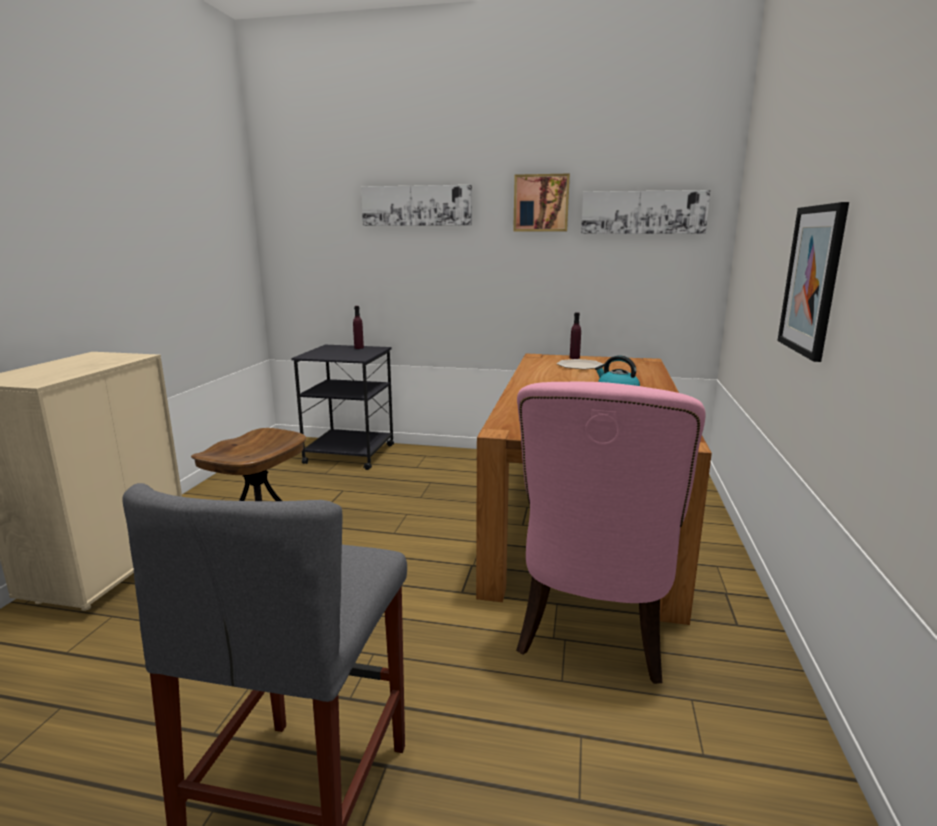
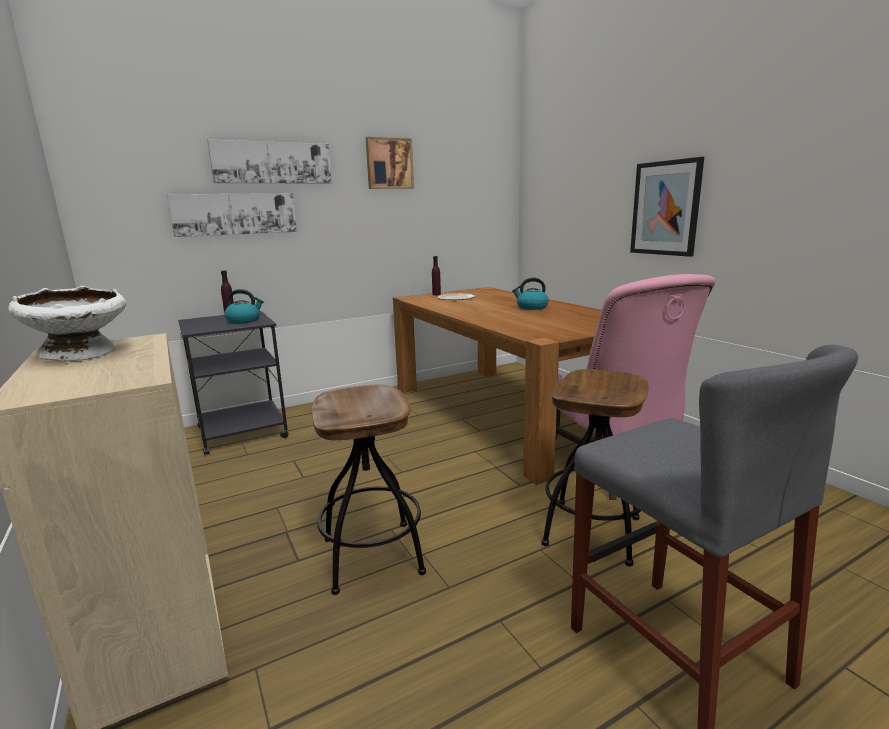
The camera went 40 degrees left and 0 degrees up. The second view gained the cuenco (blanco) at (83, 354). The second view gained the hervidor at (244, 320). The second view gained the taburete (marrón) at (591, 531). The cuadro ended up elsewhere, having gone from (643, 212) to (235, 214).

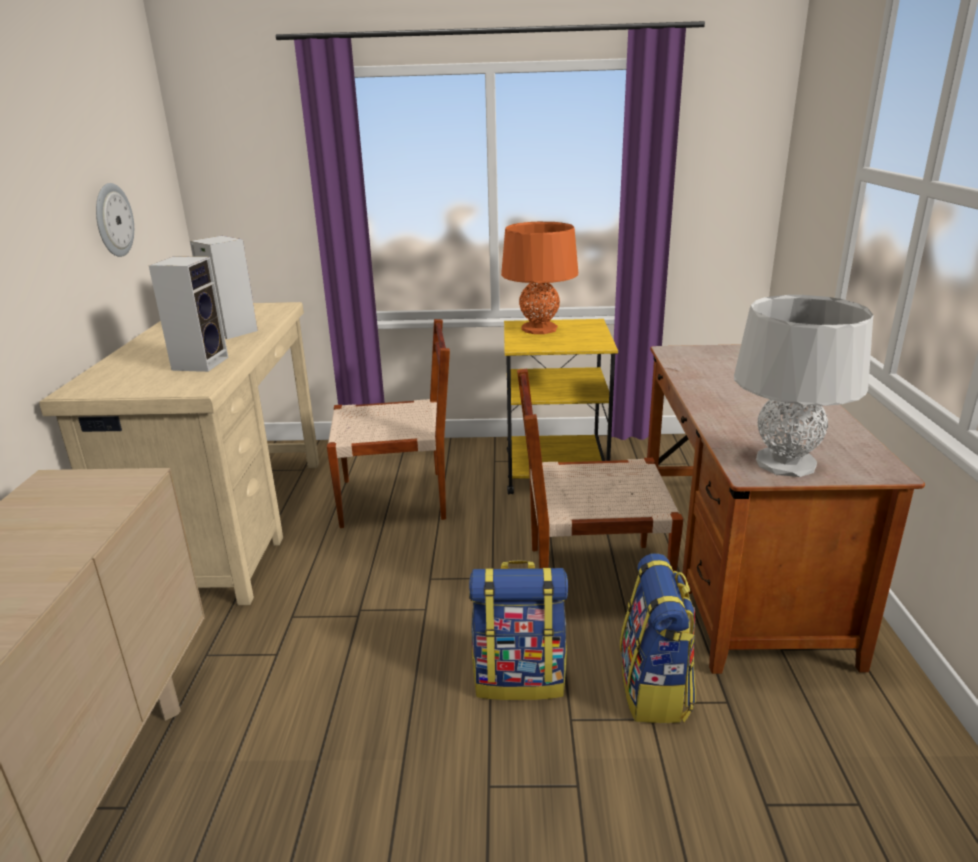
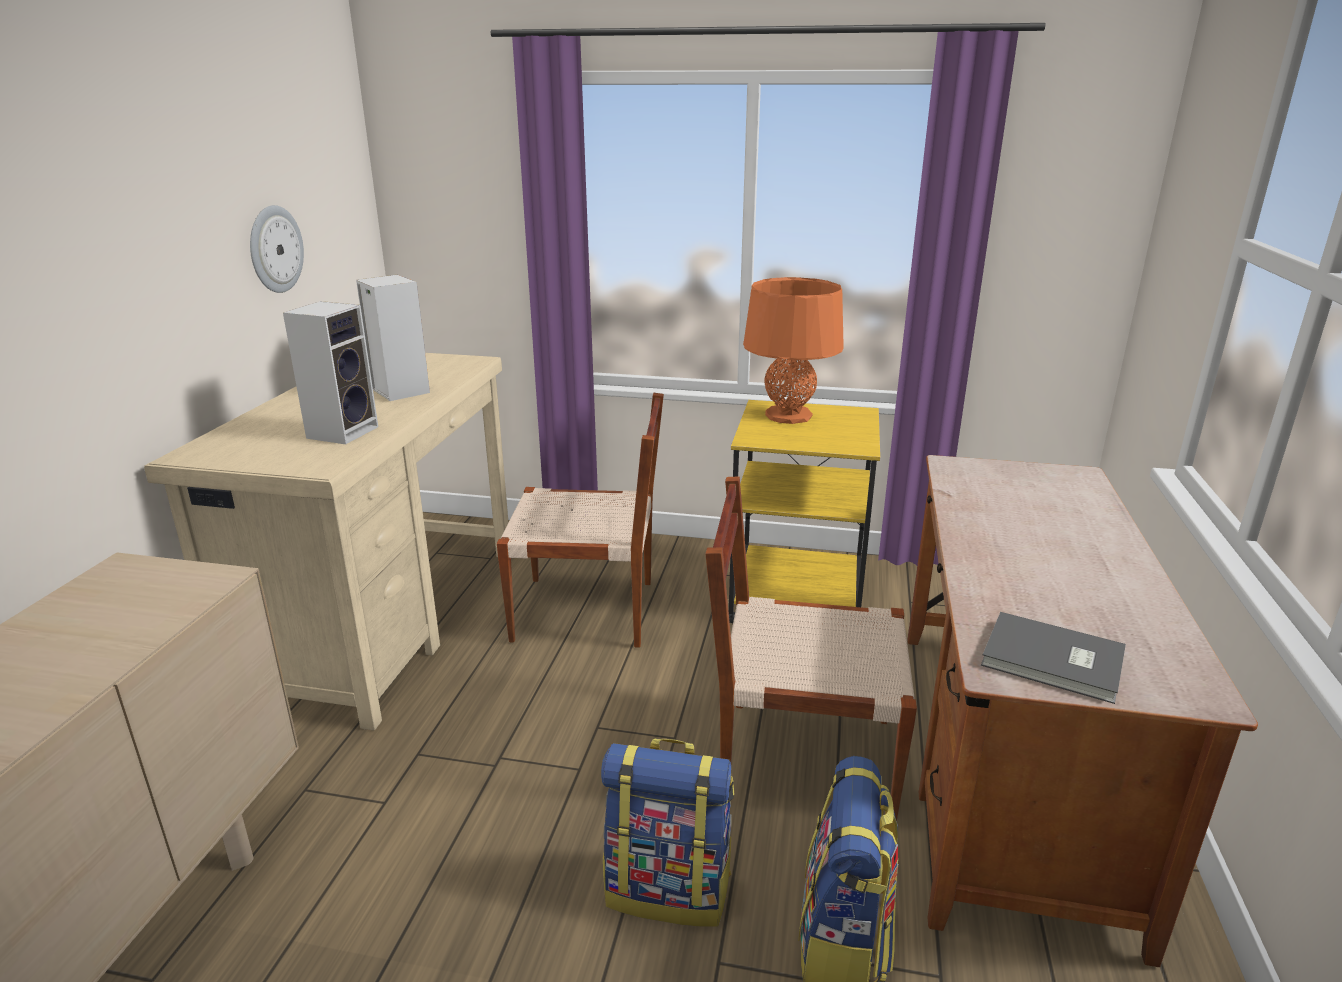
The camera went 10 degrees right and 0 degrees up. Where the lámpara de mesa (gris) stood at (786, 463), the libro (gris) came to stand at (1054, 662).

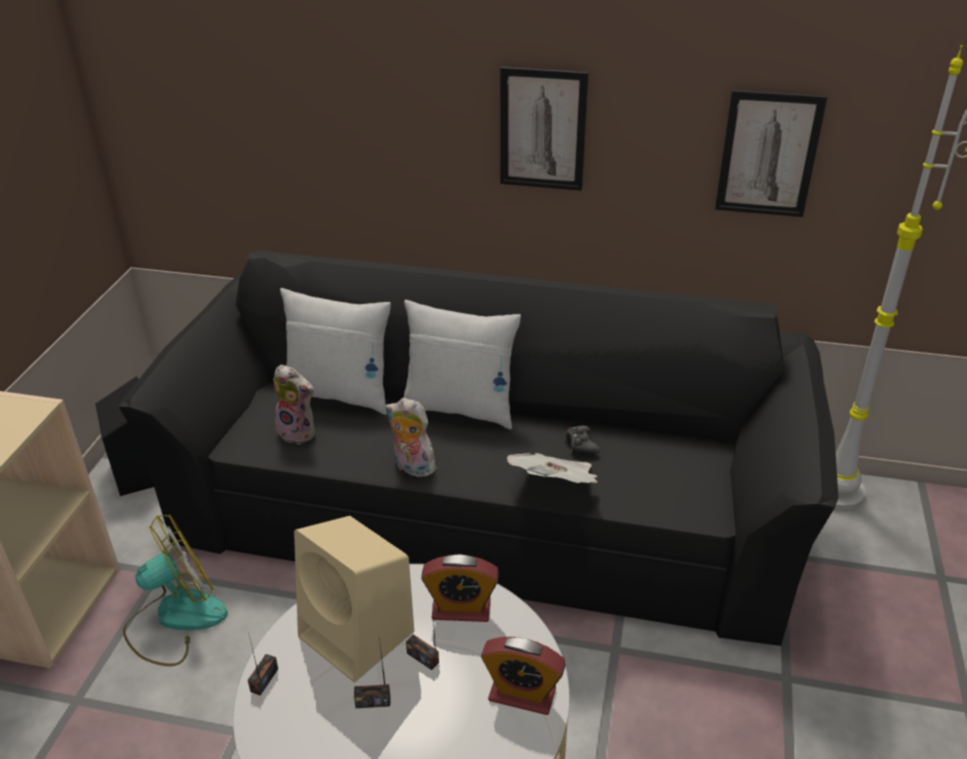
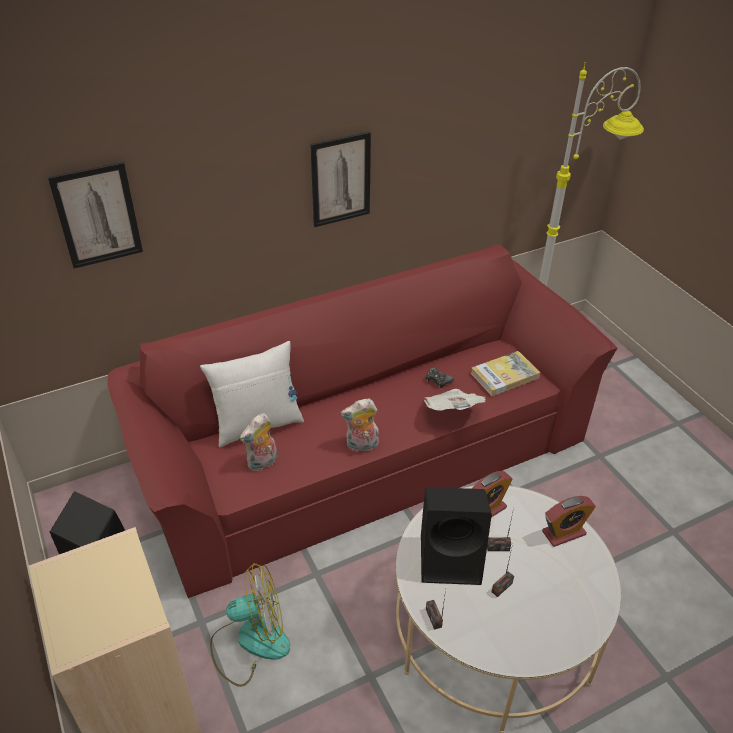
The camera went 40 degrees left and 5 degrees up. The second view lost the cojín (gris) at (459, 410). The second view gained the libro at (504, 376). The cuadro ended up elsewhere, having gone from (768, 154) to (97, 215). What was the sofá (negro) at (486, 505) turned into the sofá (rojo) at (364, 451). What was the altavoz (beis) at (359, 635) turned into the altavoz (negro) at (452, 558). The ventilador at (175, 619) ended up facing another way, 60 degrees clockwise from before. The peluche at (299, 432) ended up facing another way, 150 degrees clockwise from before.

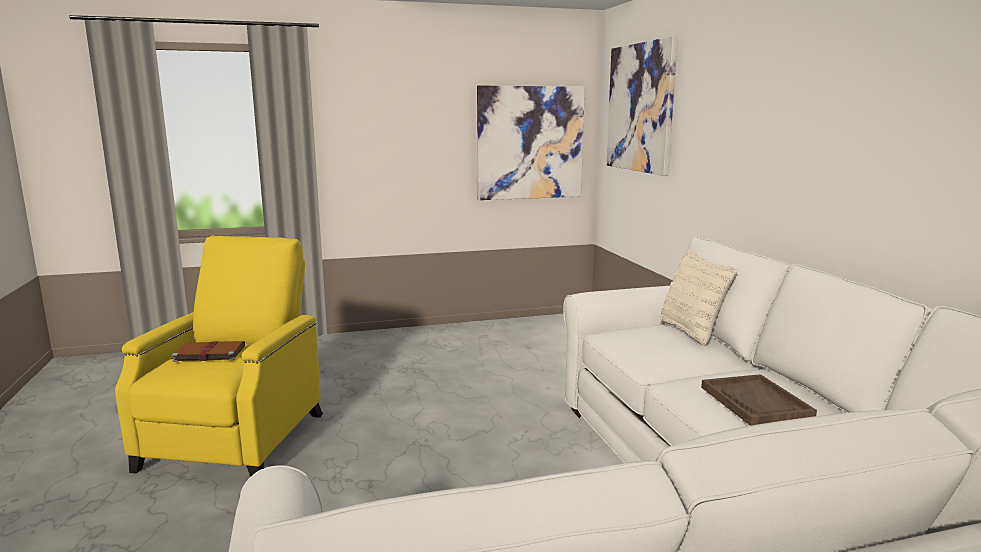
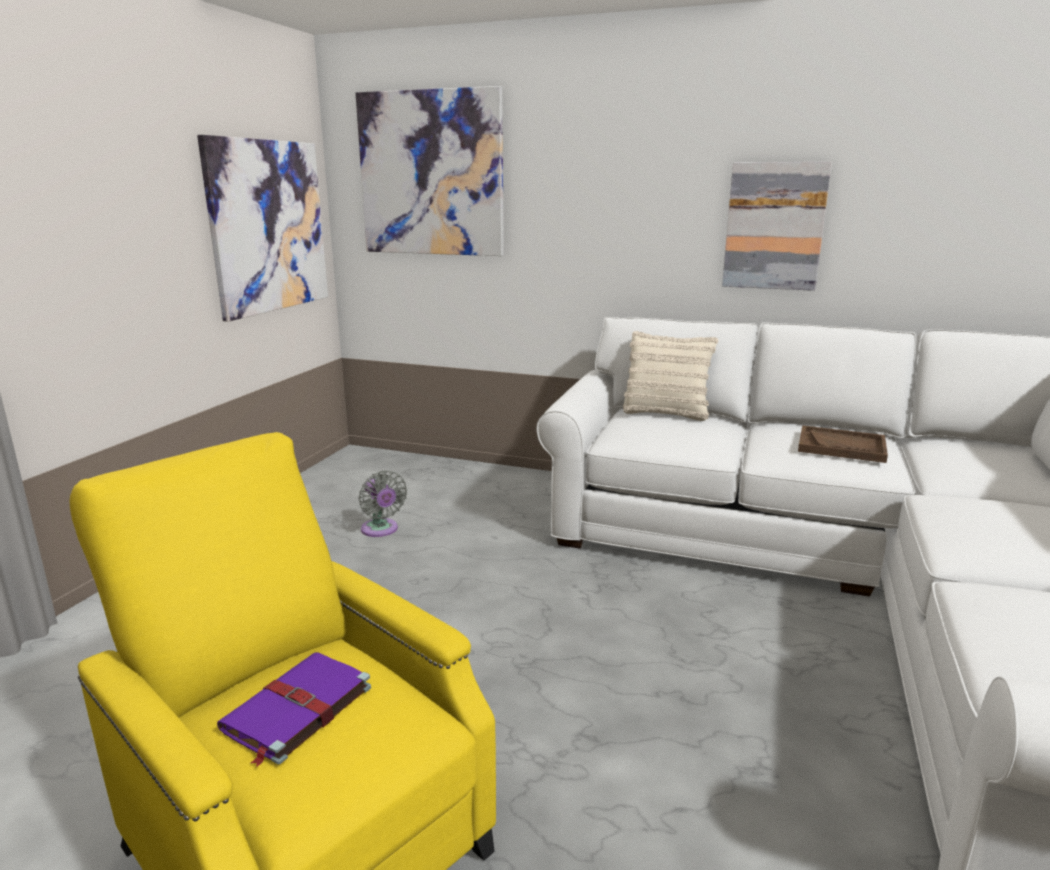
The camera went 55 degrees left and 5 degrees up. The second view gained the ventilador (gris) at (381, 530). The second view gained the cuadro at (774, 226). What was the libro (marrón) at (208, 354) turned into the libro (morado) at (296, 710).

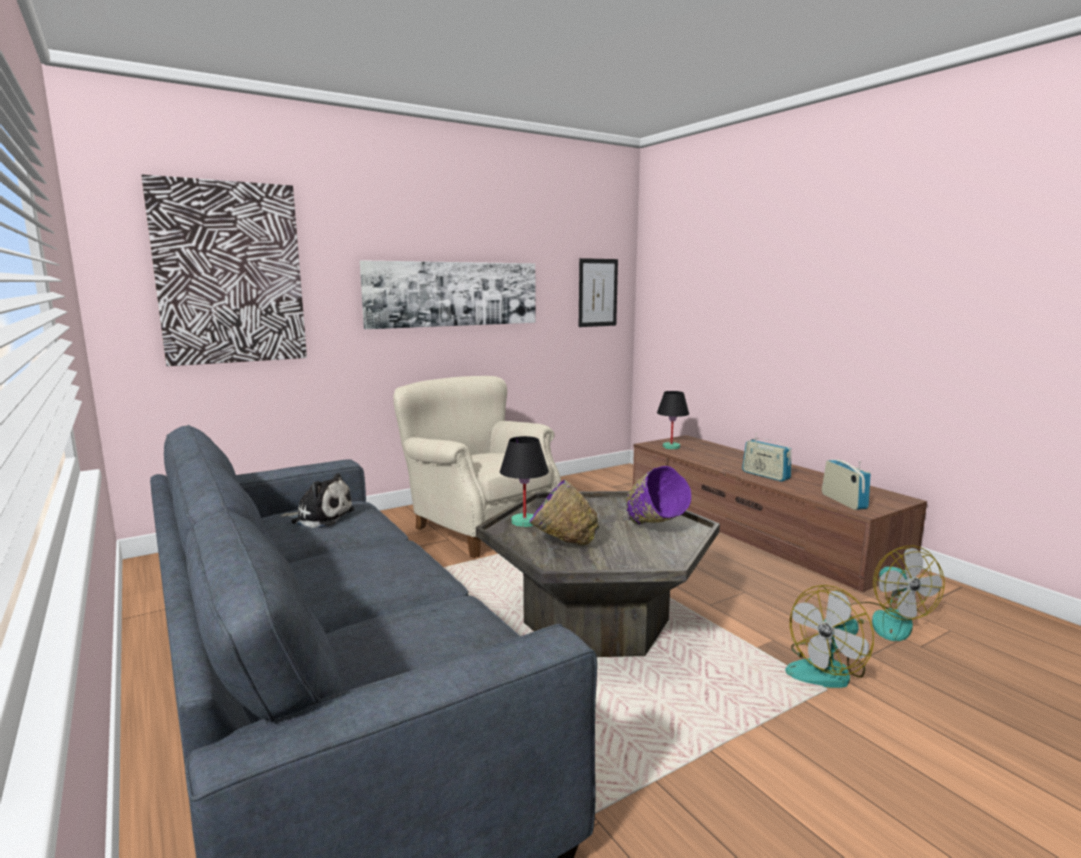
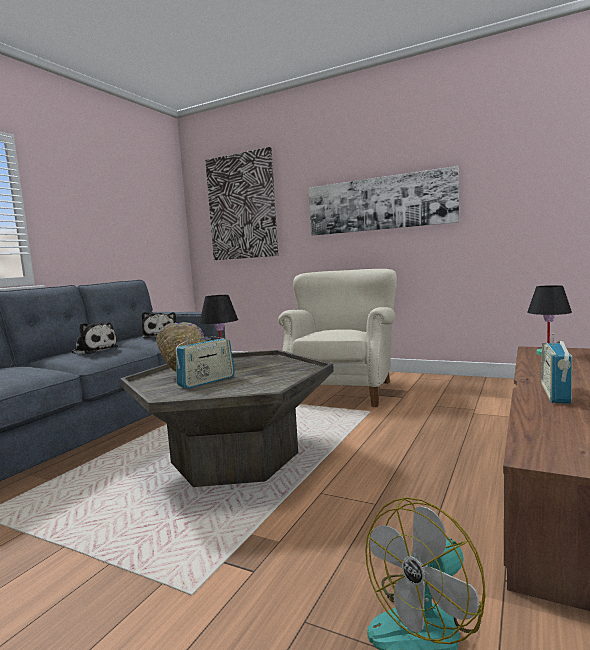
The camera went 60 degrees right and 5 degrees down. The second view lost the cuadro at (597, 292). The second view lost the cuenco (morado) at (656, 528). The second view lost the ventilador at (826, 670). The second view gained the peluche at (94, 351). The radio ended up elsewhere, having gone from (843, 501) to (207, 381).

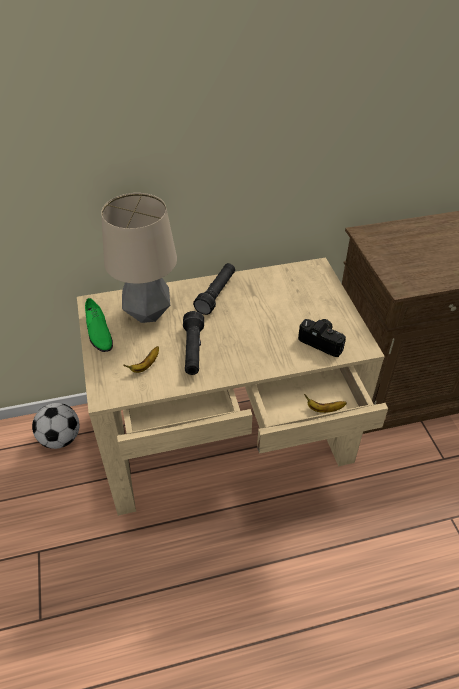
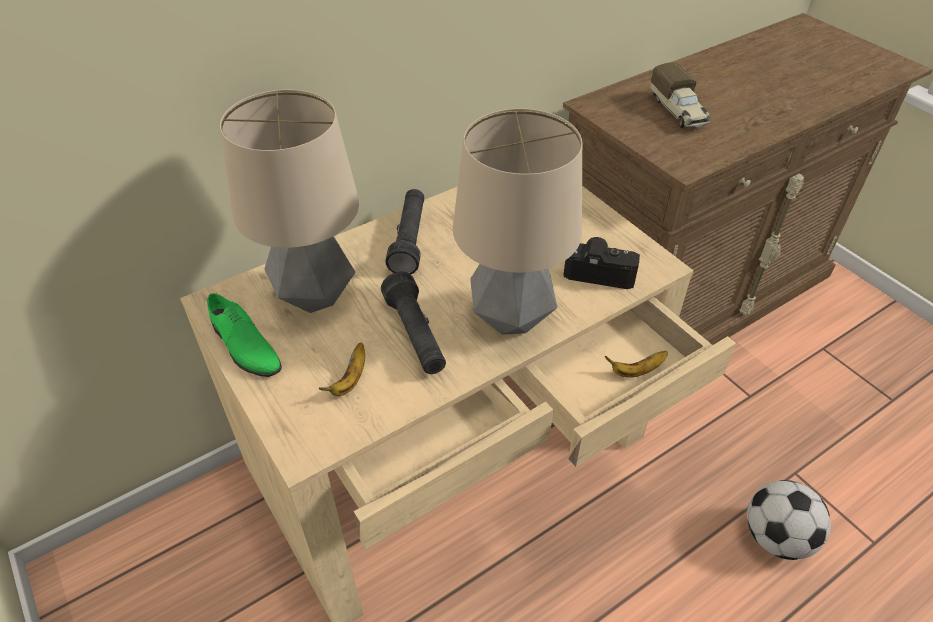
The camera went 20 degrees left and 0 degrees up. The second view gained the lámpara de mesa at (510, 319). The second view gained the camión de juguete at (678, 112). The balón de fútbol ended up elsewhere, having gone from (60, 439) to (776, 537).

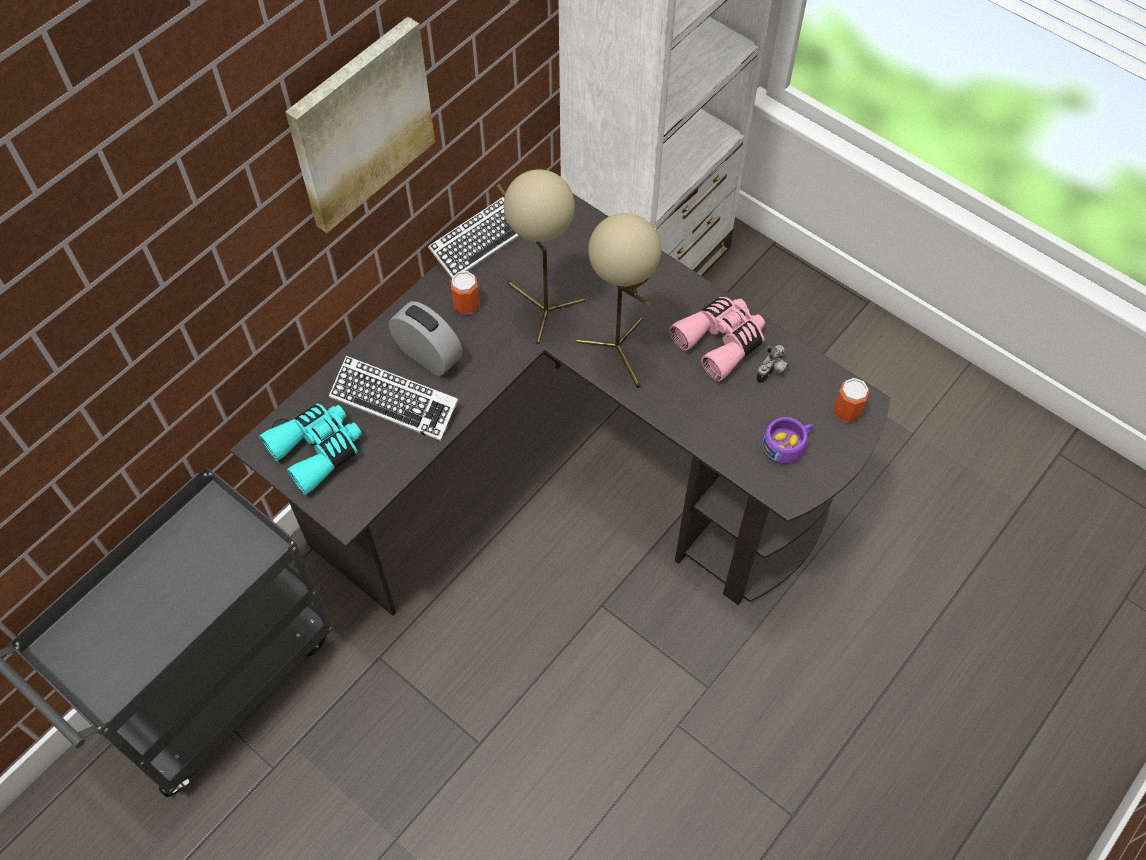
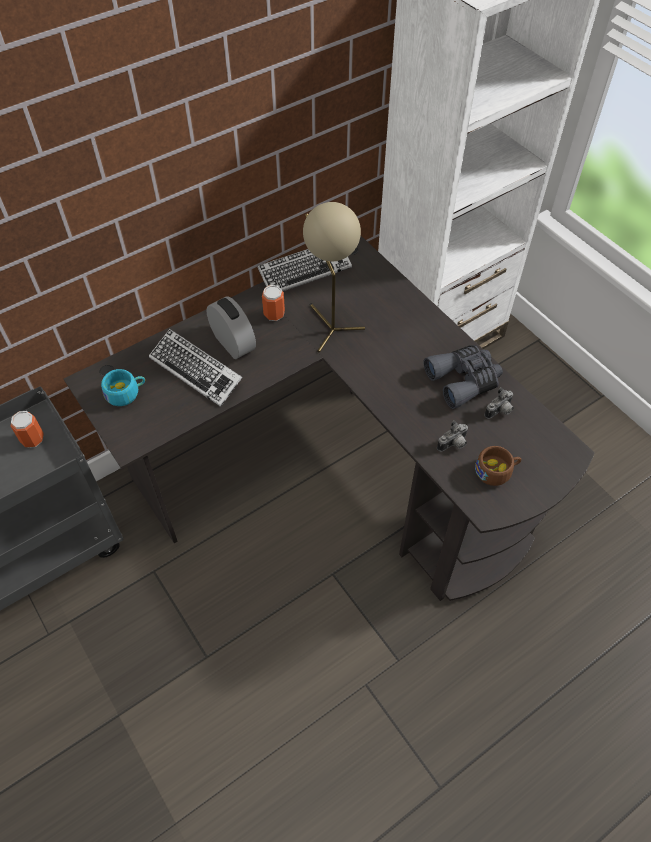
The camera went 15 degrees right and 5 degrees down. The second view lost the cuadro at (360, 124). The second view lost the lámpara de mesa (beis) at (620, 351). The second view gained the cámara at (453, 445). The lata ended up elsewhere, having gone from (847, 411) to (32, 439). Where the prismáticos (turquesa) stood at (318, 450), the taza (turquesa) came to stand at (126, 393). What was the prismáticos (rosa) at (721, 341) turned into the prismáticos (gris) at (464, 380). What was the taza (morado) at (787, 445) turned into the taza (marrón) at (496, 471).

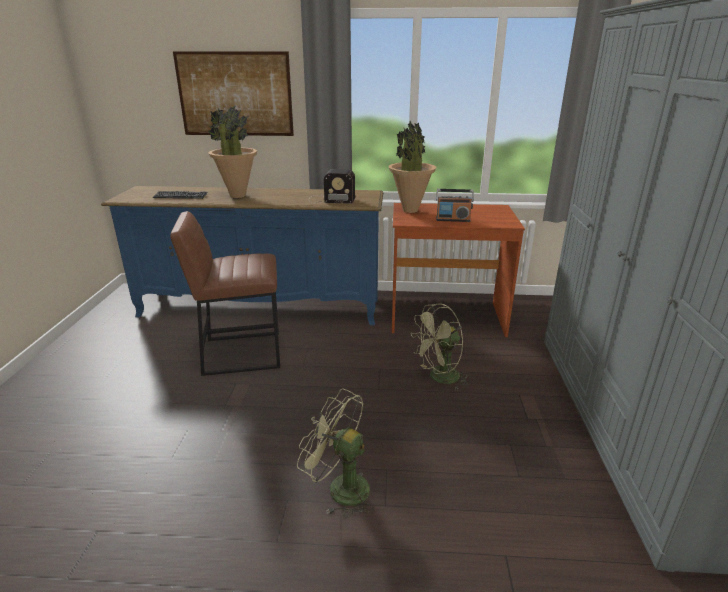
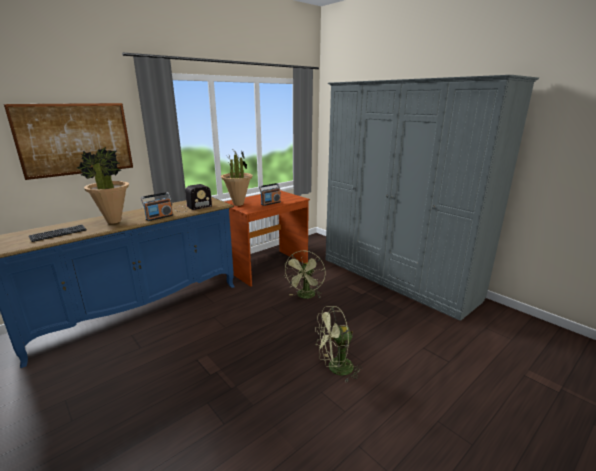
The camera went 45 degrees left and 5 degrees down. The second view lost the silla (marrón) at (241, 353). The second view gained the radio at (159, 217).

